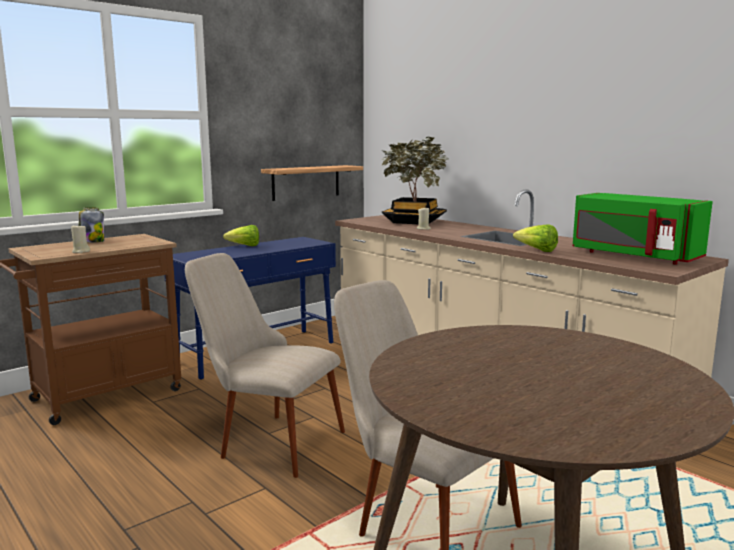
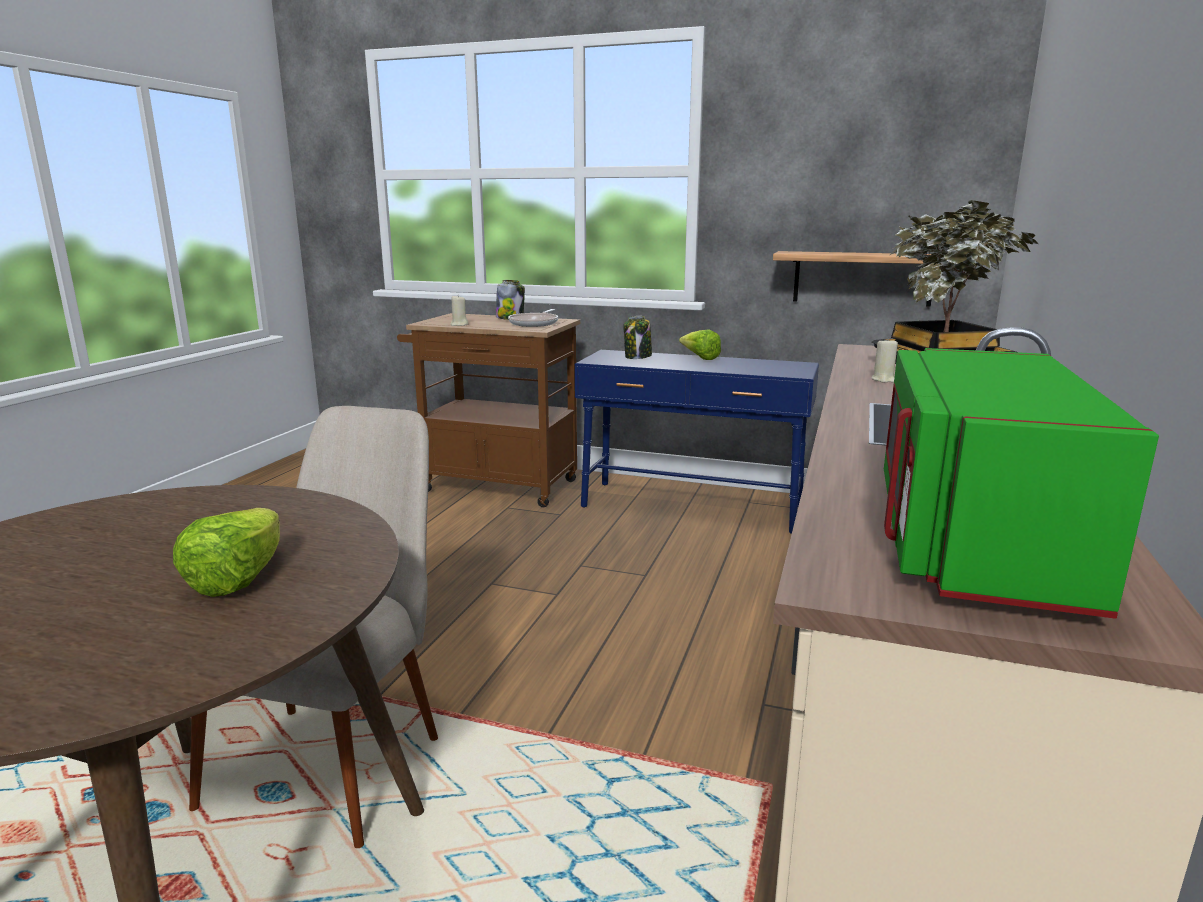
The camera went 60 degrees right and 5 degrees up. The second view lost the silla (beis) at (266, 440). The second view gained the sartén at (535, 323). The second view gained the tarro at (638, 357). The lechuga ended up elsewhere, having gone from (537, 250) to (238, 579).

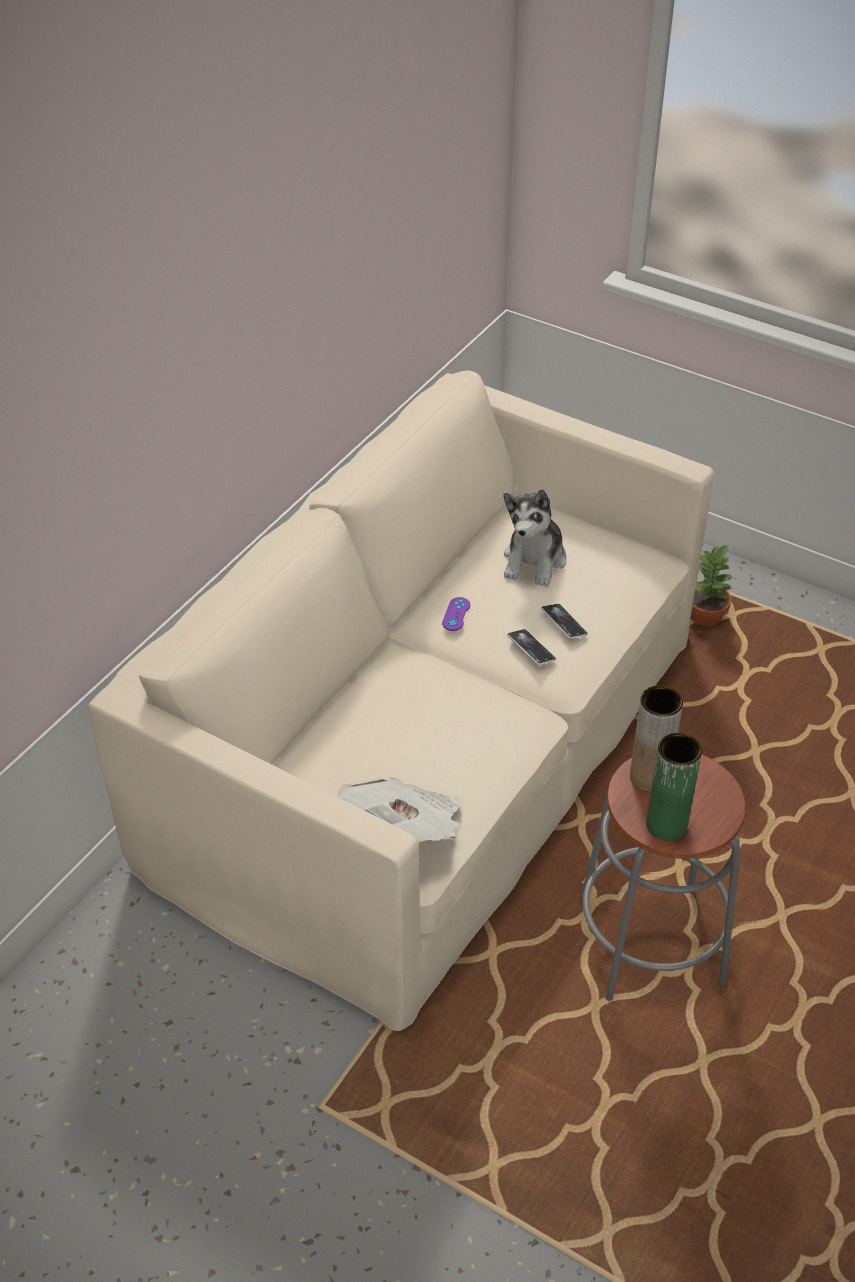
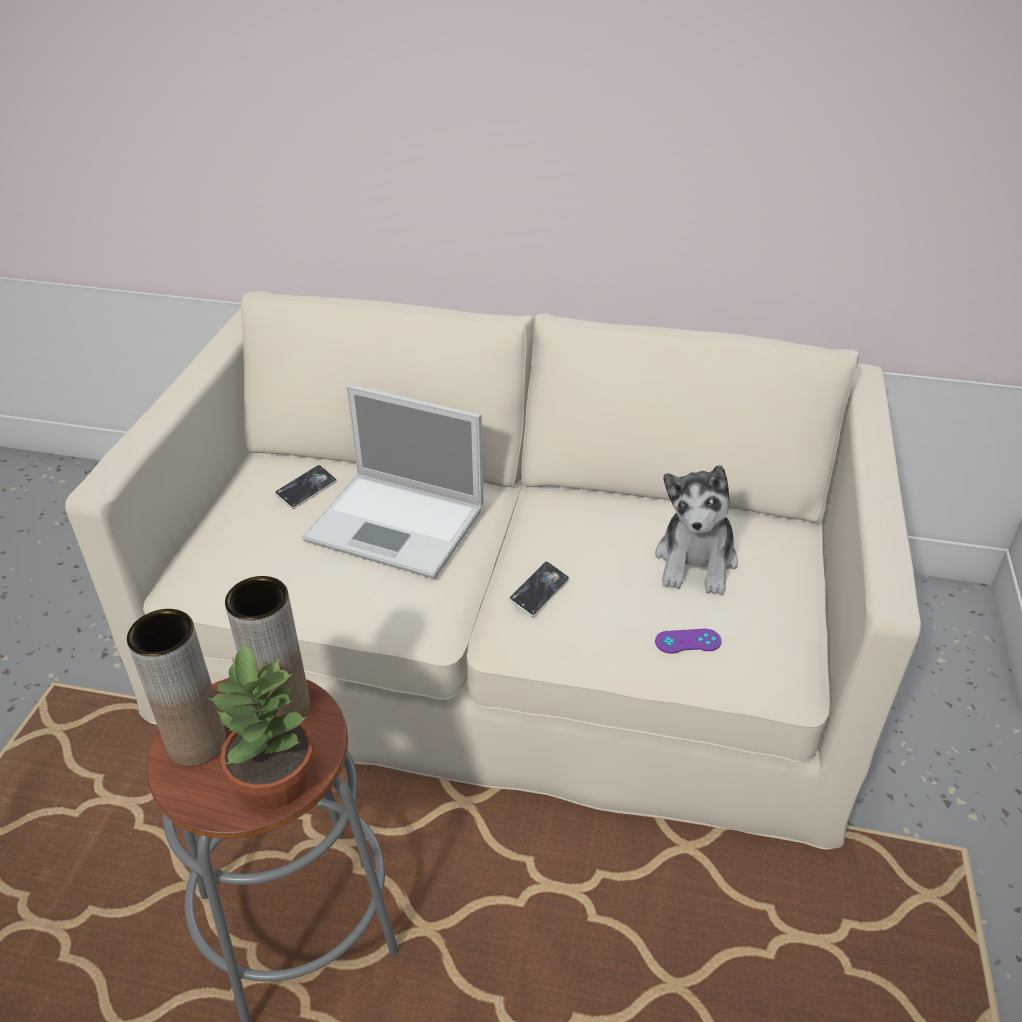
The camera went 70 degrees right and 5 degrees down. The second view lost the periódico at (406, 829). The second view gained the portátil at (399, 525). The mando de consola (morado) ended up elsewhere, having gone from (456, 614) to (688, 641). The móvil ended up elsewhere, having gone from (564, 623) to (306, 490). The planta en maceta ended up elsewhere, having gone from (706, 617) to (274, 784). What was the florero (verde) at (666, 825) turned into the florero (marrón) at (197, 743). The peluche at (534, 561) ended up facing another way, 75 degrees counterclockwise from before.

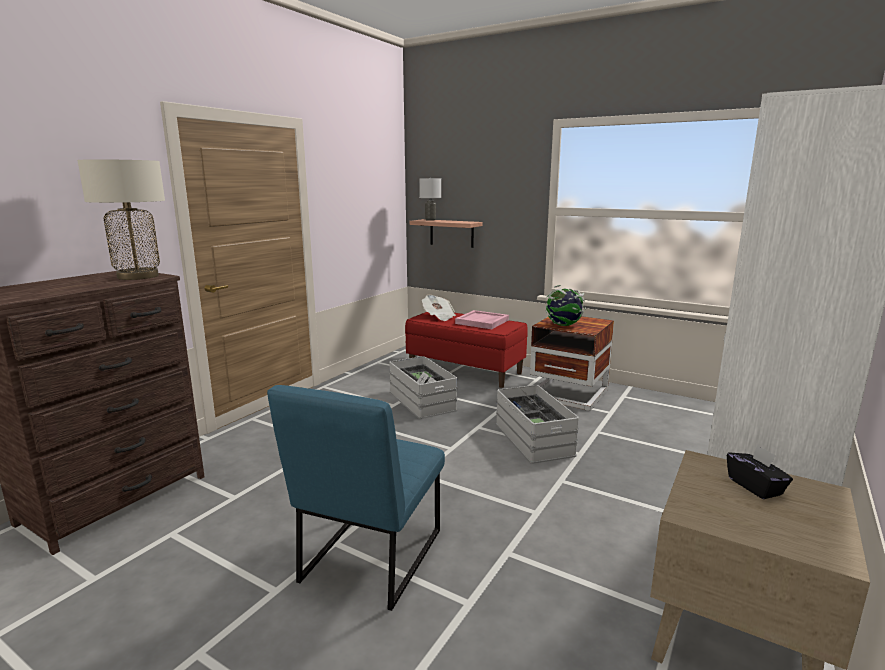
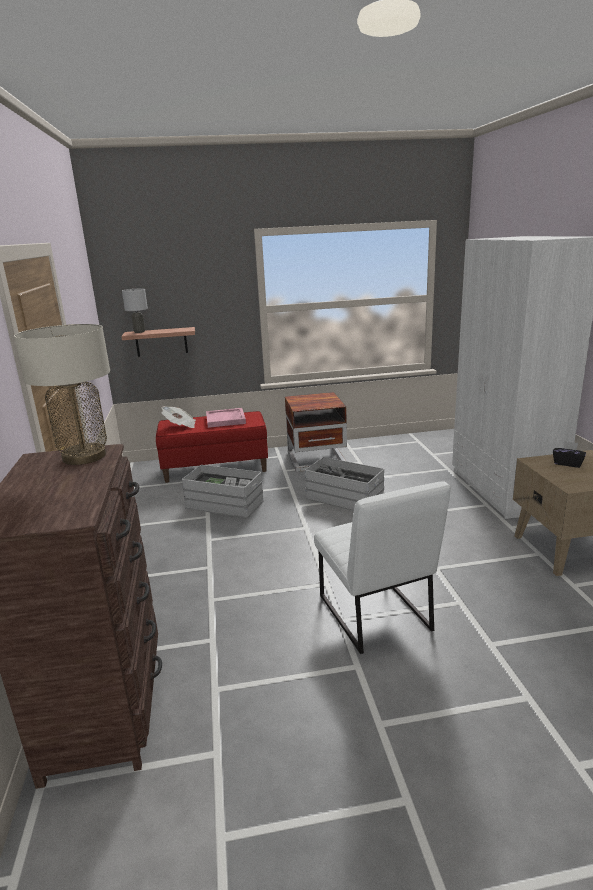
The camera went 40 degrees left and 5 degrees up. The second view lost the globo terráqueo at (563, 325). What was the silla (azul) at (369, 557) turned into the silla (blanco) at (375, 614).

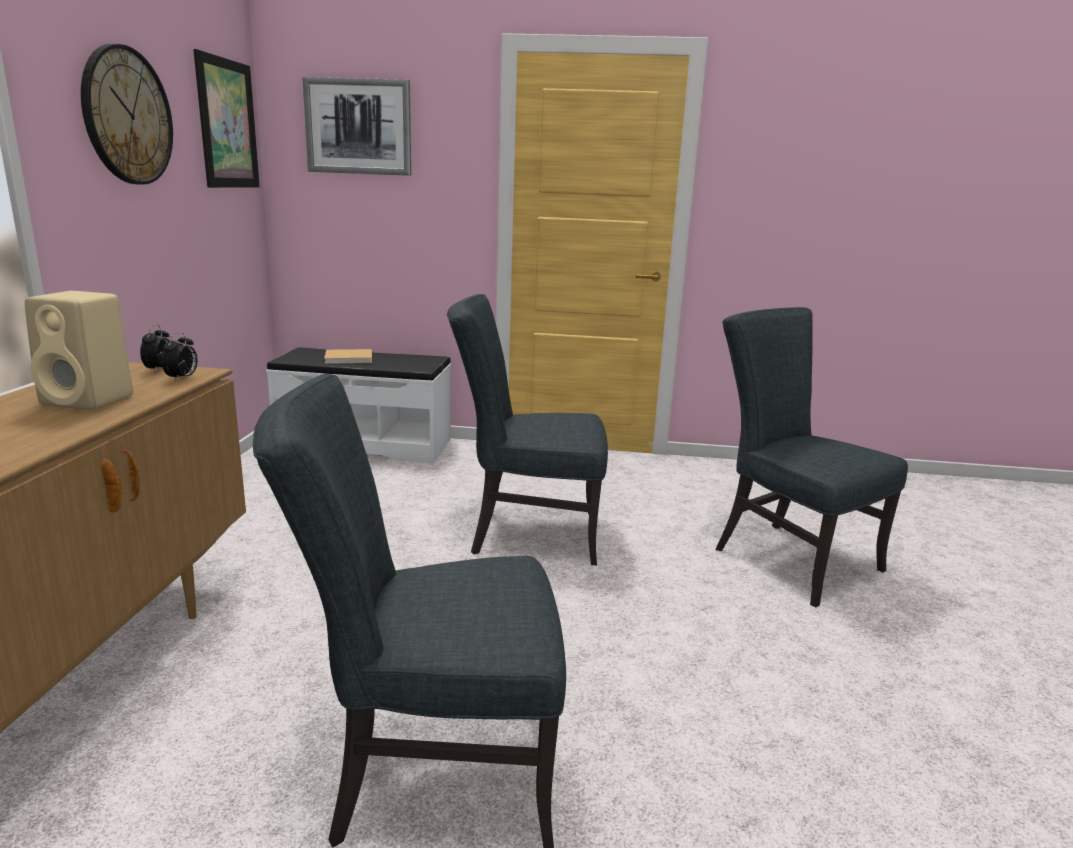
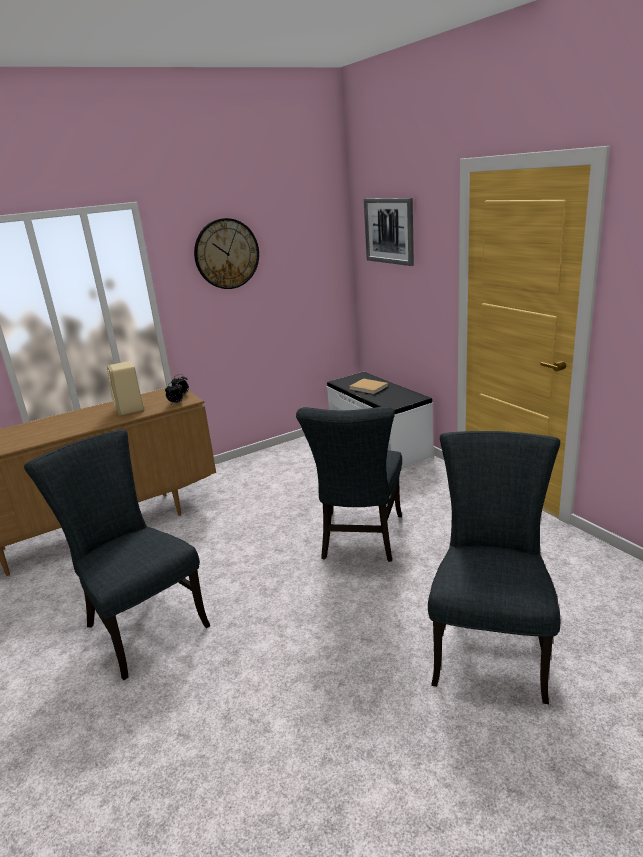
The camera went 55 degrees right and 5 degrees up. The second view lost the cuadro at (227, 124). The silla (gris) at (526, 533) ended up facing another way, 135 degrees counterclockwise from before.

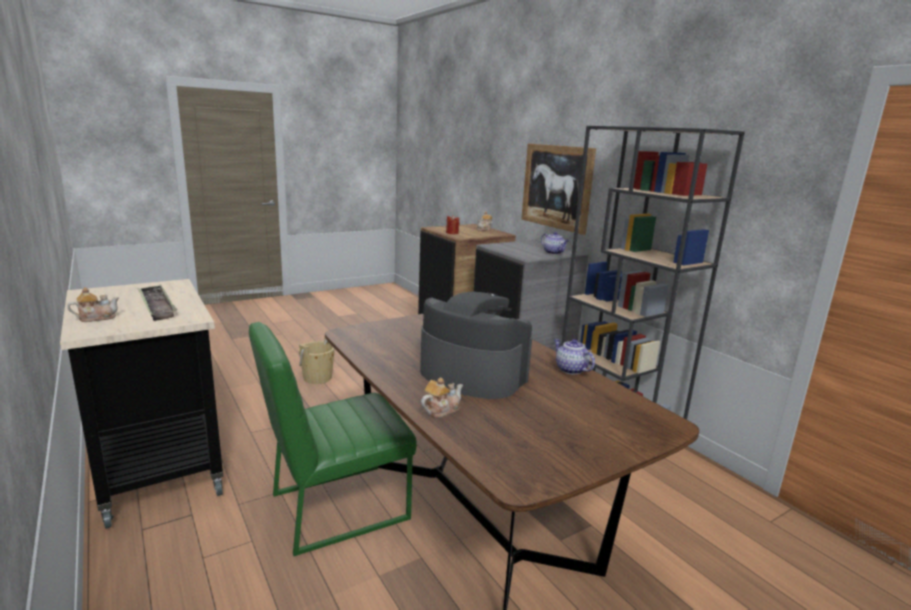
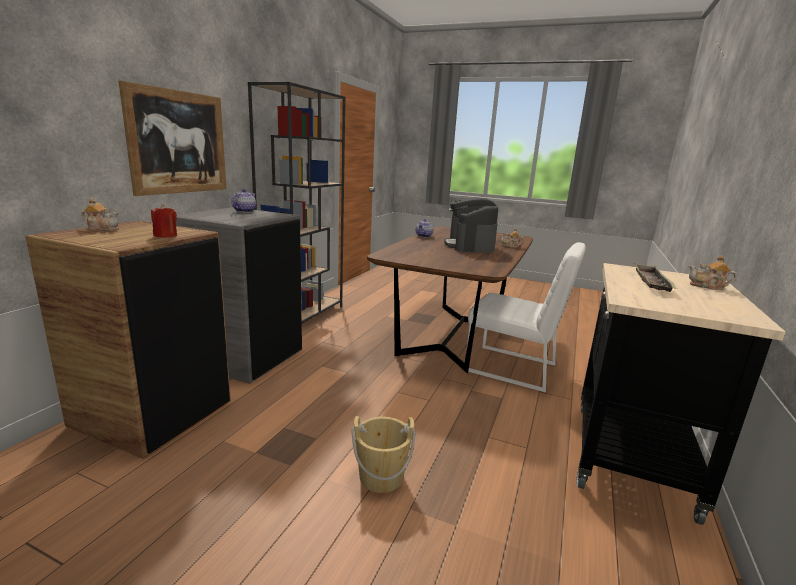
The camera went 125 degrees left and 0 degrees up. What was the silla (verde) at (335, 507) turned into the silla (blanco) at (514, 368).

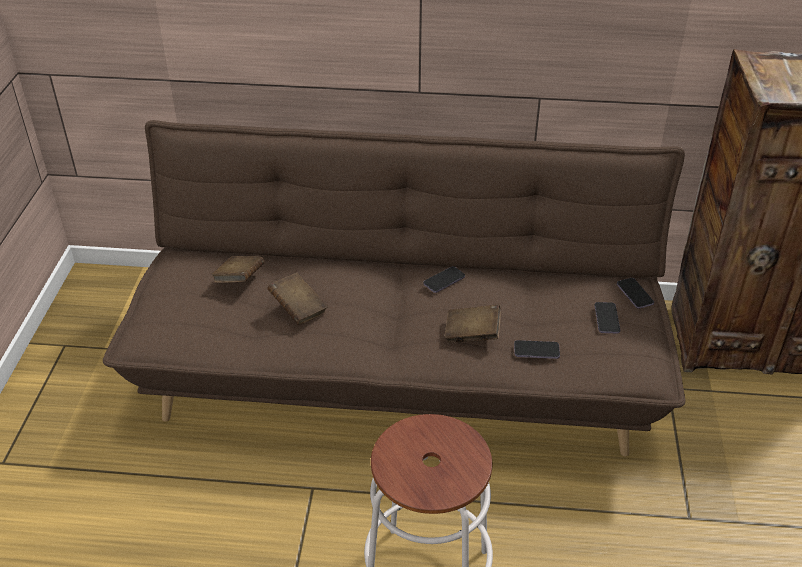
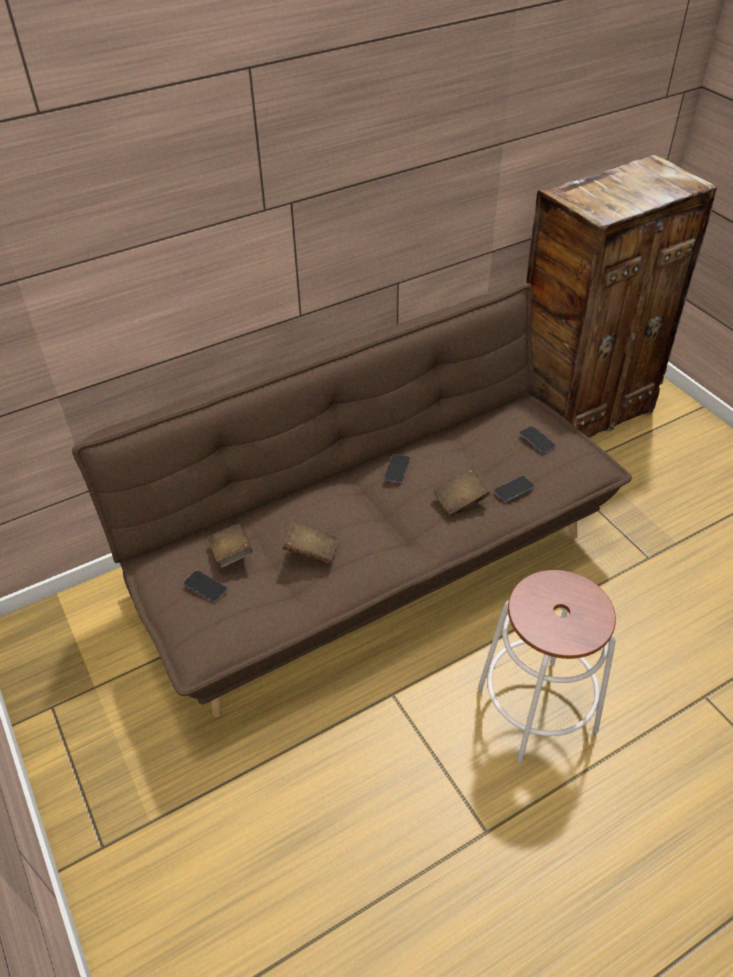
The camera went 35 degrees left and 5 degrees up. The móvil ended up elsewhere, having gone from (634, 294) to (205, 587).

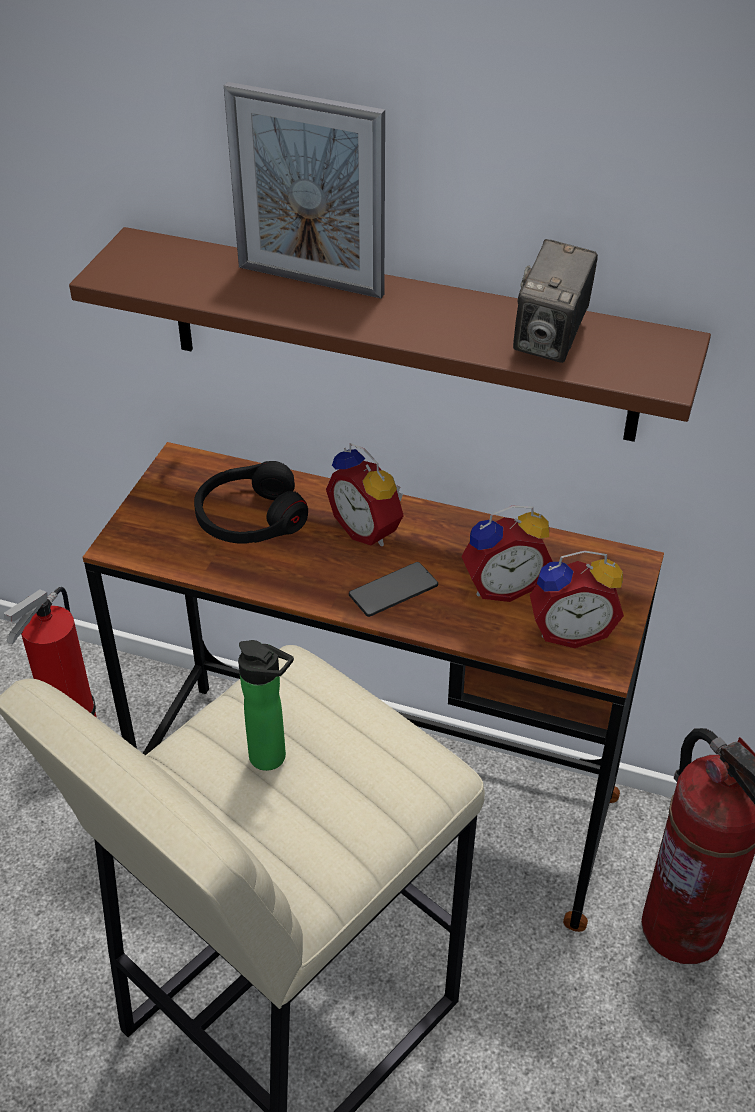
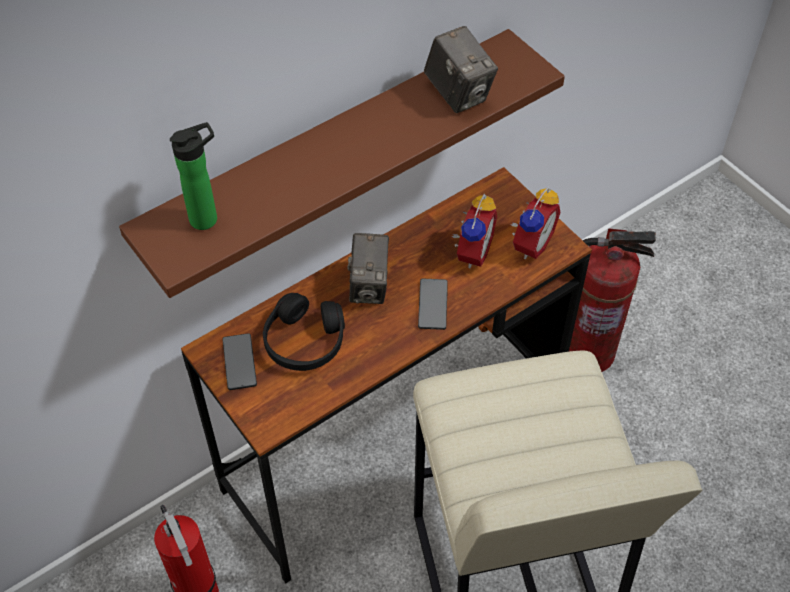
The camera went 55 degrees left and 10 degrees up. The second view lost the portarretratos at (310, 280). The second view gained the móvil at (239, 362). The botella ended up elsewhere, having gone from (272, 759) to (208, 218). Where the despertador stood at (369, 529), the cámara came to stand at (369, 286).

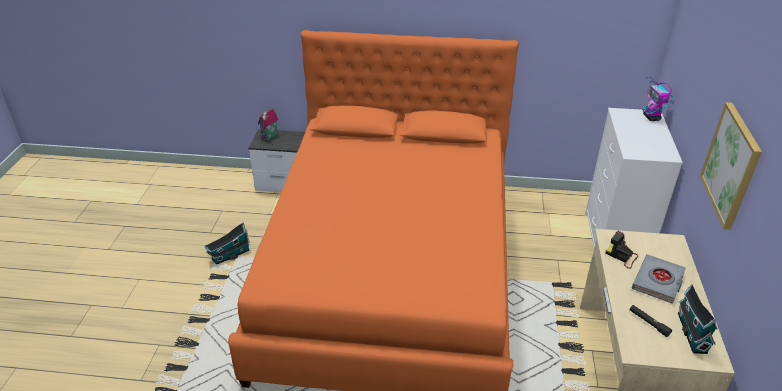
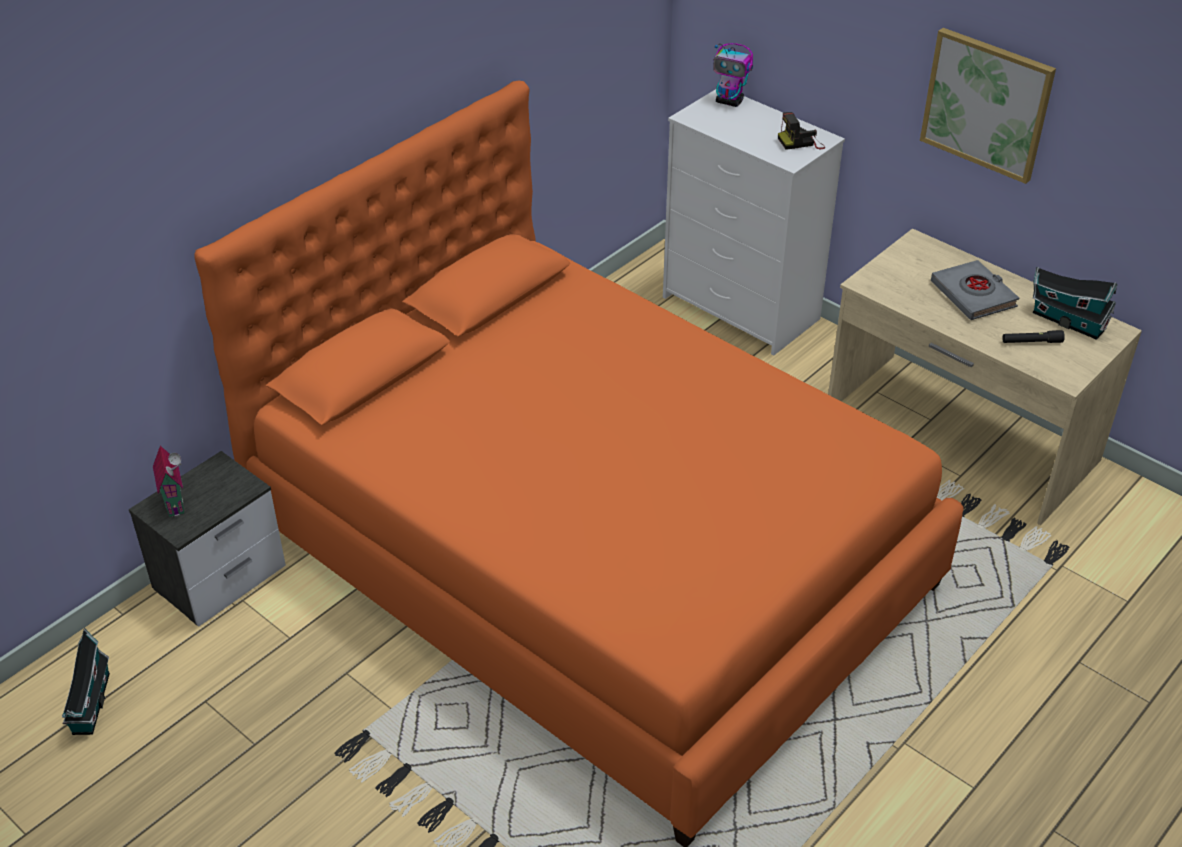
The camera went 55 degrees left and 5 degrees up. The casita ended up elsewhere, having gone from (229, 255) to (90, 706). The cámara ended up elsewhere, having gone from (622, 256) to (801, 142).

